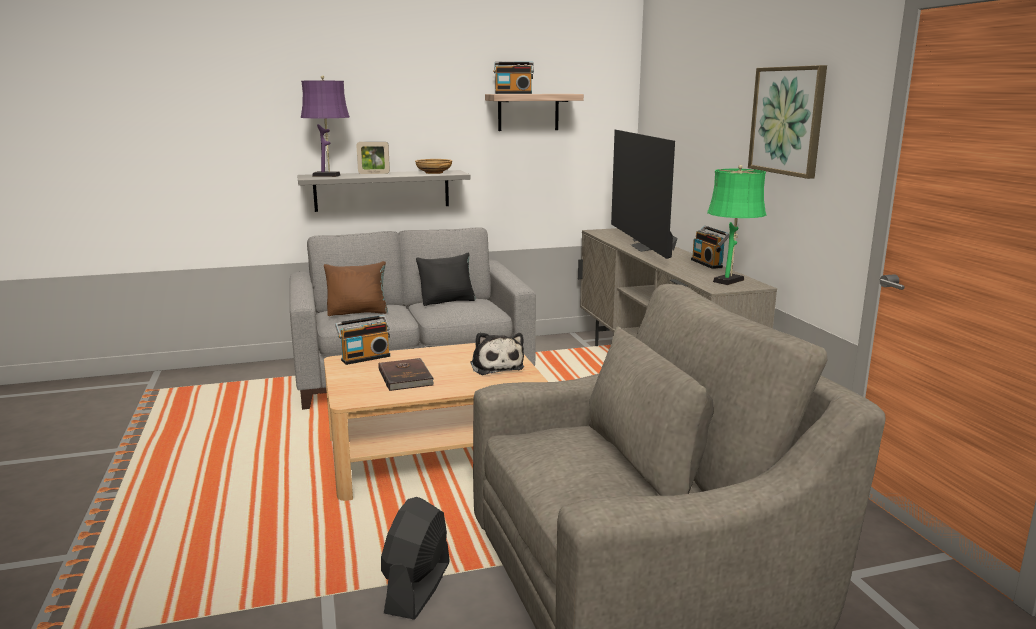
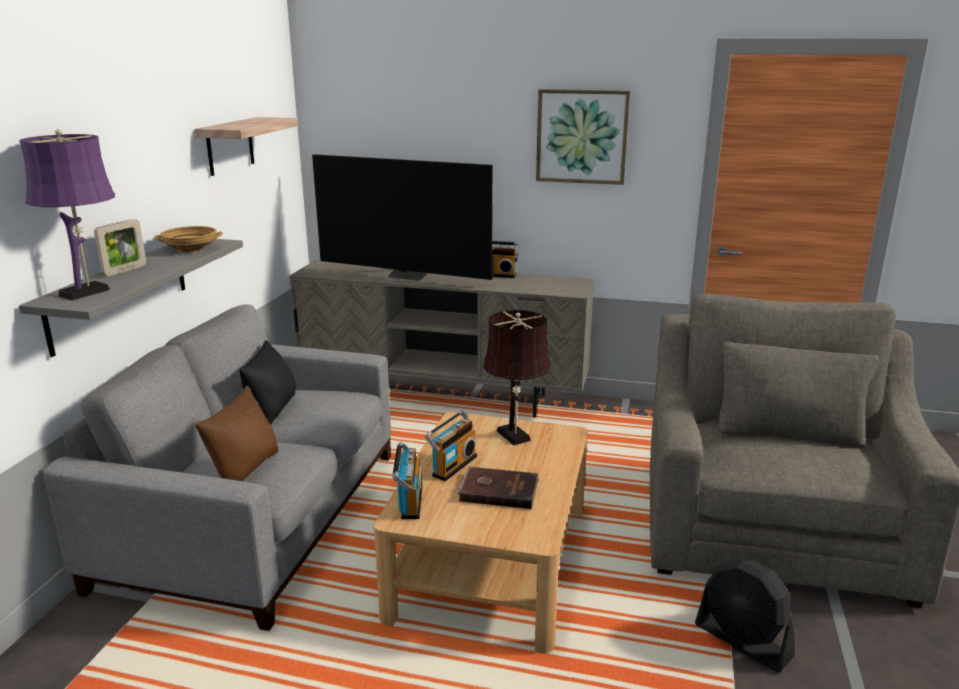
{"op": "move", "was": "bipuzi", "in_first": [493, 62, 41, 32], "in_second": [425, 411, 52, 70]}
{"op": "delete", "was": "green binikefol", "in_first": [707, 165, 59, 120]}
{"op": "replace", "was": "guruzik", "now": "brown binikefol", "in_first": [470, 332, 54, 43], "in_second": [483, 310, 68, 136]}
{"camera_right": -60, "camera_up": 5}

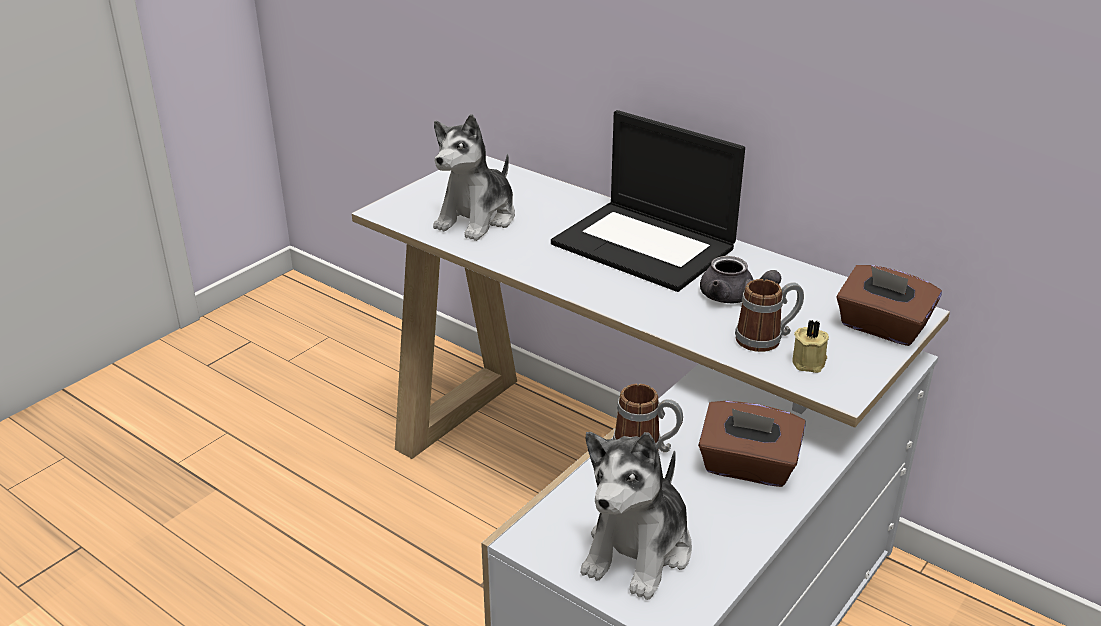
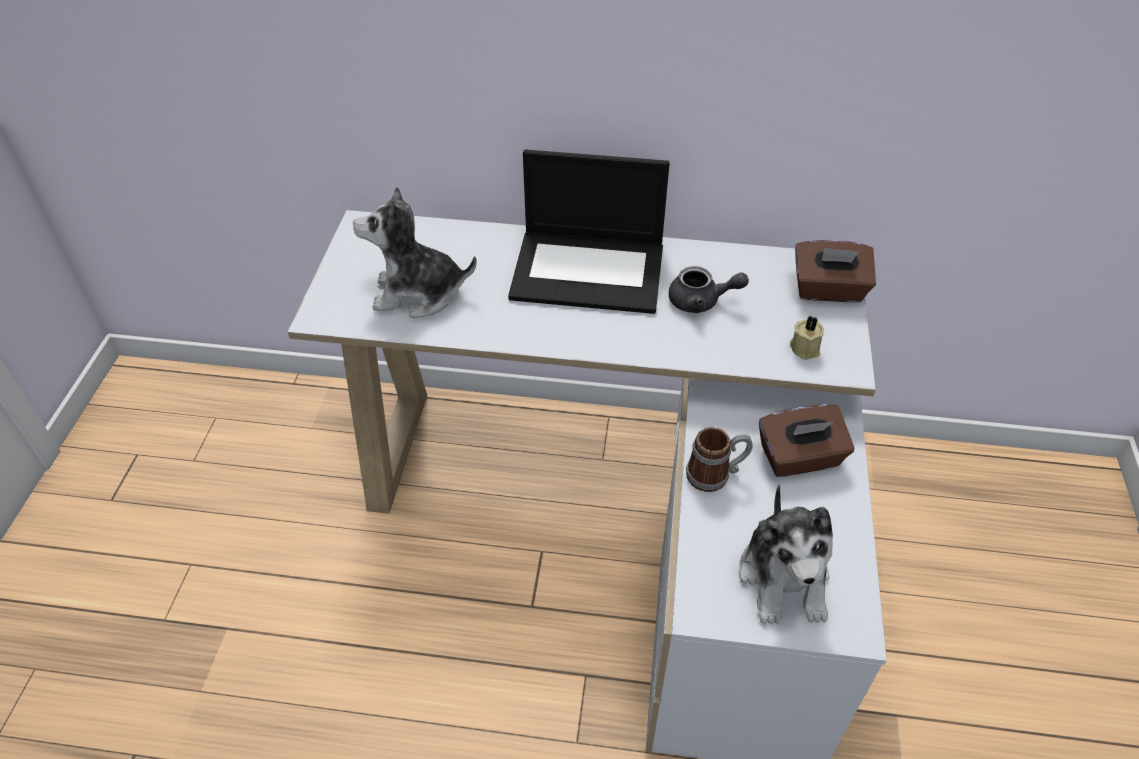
{"op": "rotate", "was": "guruzik", "in_first": [433, 114, 82, 127], "in_second": [353, 187, 124, 131], "clockwise": 90}
{"op": "delete", "was": "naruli", "in_first": [735, 279, 69, 73]}
{"camera_right": -30, "camera_up": 15}

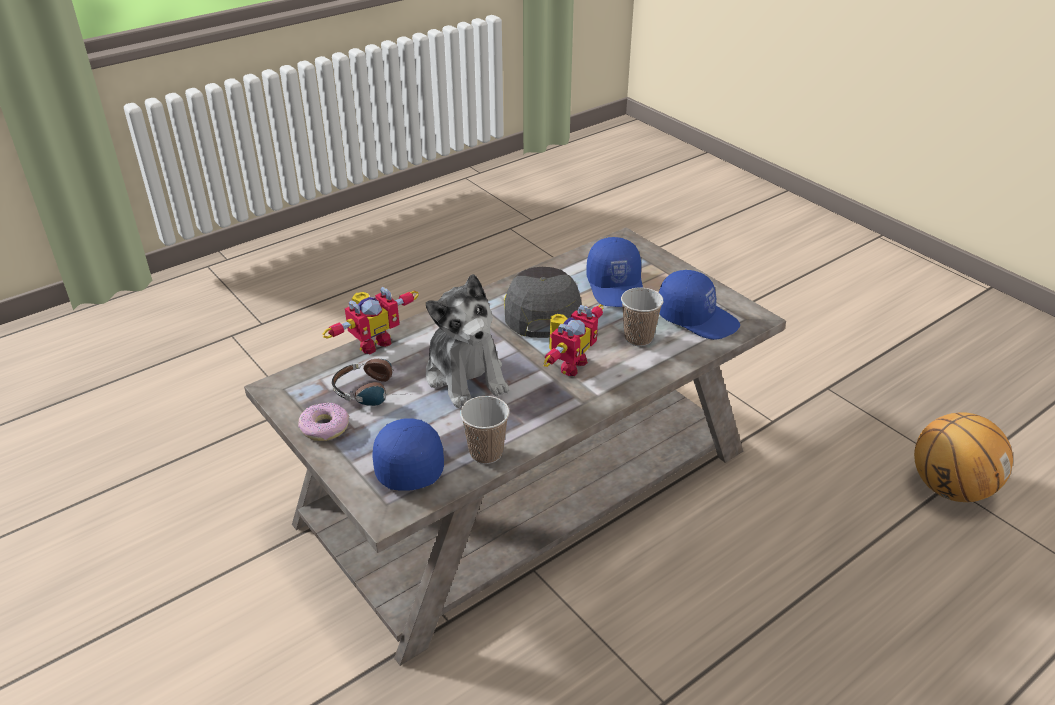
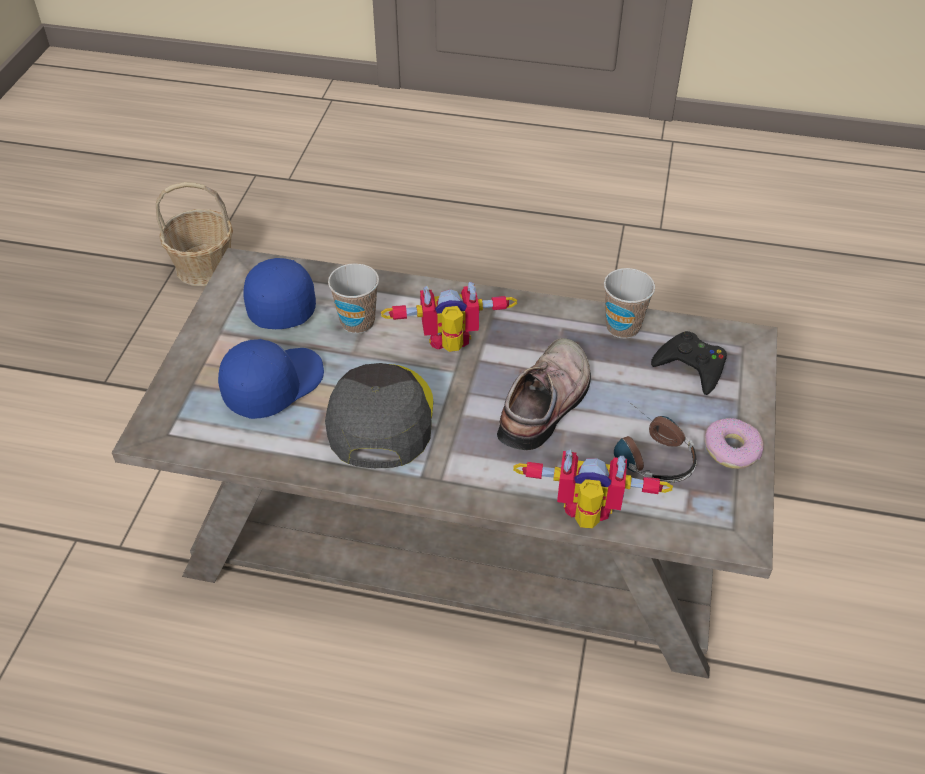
{"op": "rotate", "was": "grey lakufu", "in_first": [504, 267, 78, 71], "in_second": [325, 363, 108, 105], "clockwise": 135}
{"op": "replace", "was": "guruzik", "now": "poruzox", "in_first": [426, 274, 83, 134], "in_second": [497, 338, 94, 112]}
{"op": "replace", "was": "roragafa", "now": "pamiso", "in_first": [914, 412, 99, 90], "in_second": [156, 182, 77, 104]}
{"op": "replace", "was": "blue lakufu", "now": "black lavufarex", "in_first": [372, 418, 72, 73], "in_second": [651, 331, 76, 64]}
{"camera_right": -130, "camera_up": 10}

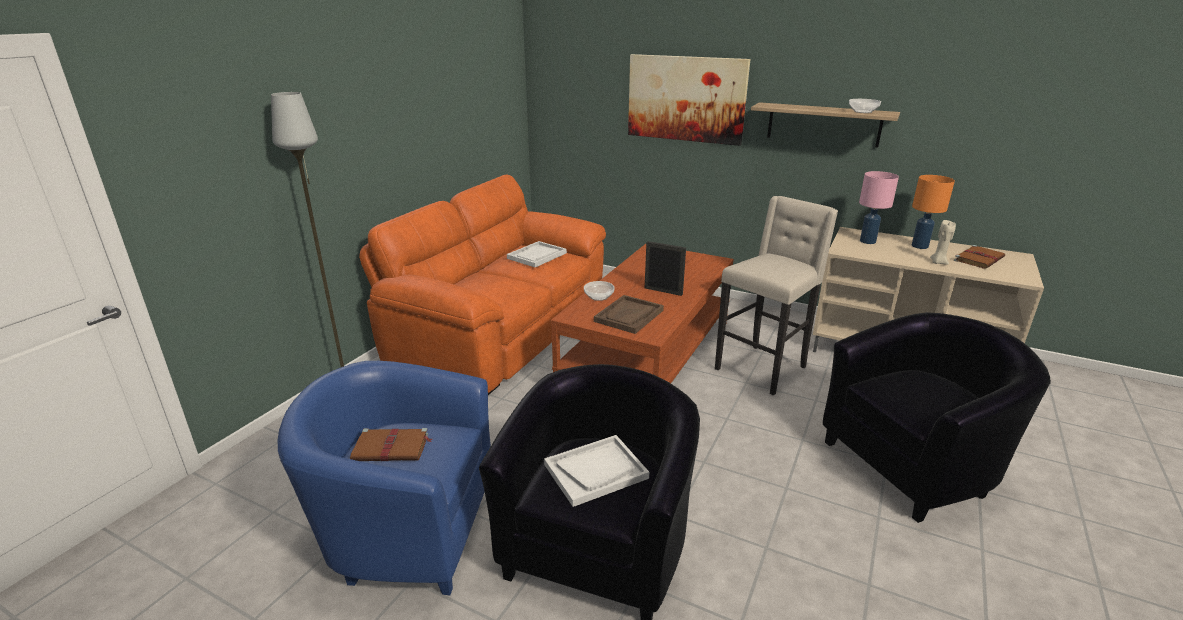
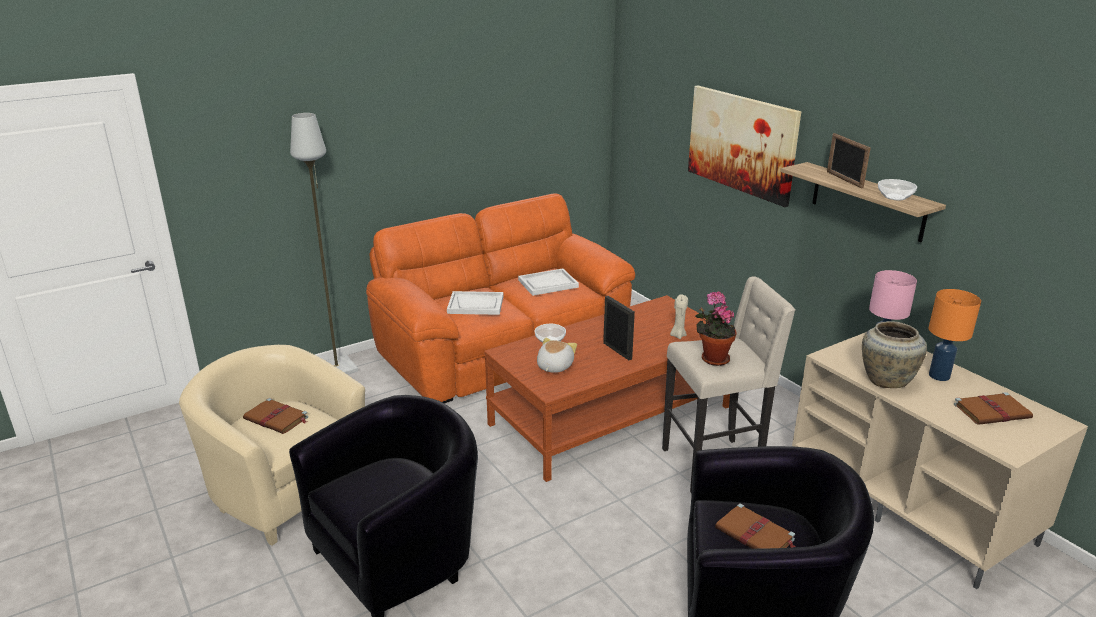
{"op": "move", "was": "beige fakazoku", "in_first": [930, 220, 26, 45], "in_second": [670, 294, 18, 45]}
{"op": "replace", "was": "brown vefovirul", "now": "guruzik", "in_first": [594, 295, 70, 39], "in_second": [537, 338, 40, 35]}
{"op": "recolor", "was": "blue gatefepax", "now": "beige gatefepax", "in_first": [278, 361, 213, 234], "in_second": [179, 345, 186, 201]}
{"op": "move", "was": "white vefovirul", "in_first": [544, 435, 105, 72], "in_second": [447, 291, 56, 24]}
{"op": "insert", "now": "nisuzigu", "in_second": [827, 133, 44, 55]}
{"op": "insert", "now": "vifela", "in_second": [695, 292, 42, 74]}
{"op": "insert", "now": "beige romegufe", "in_second": [862, 321, 65, 67]}
{"op": "insert", "now": "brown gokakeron", "in_second": [715, 503, 81, 46]}
{"camera_right": 30, "camera_up": 0}

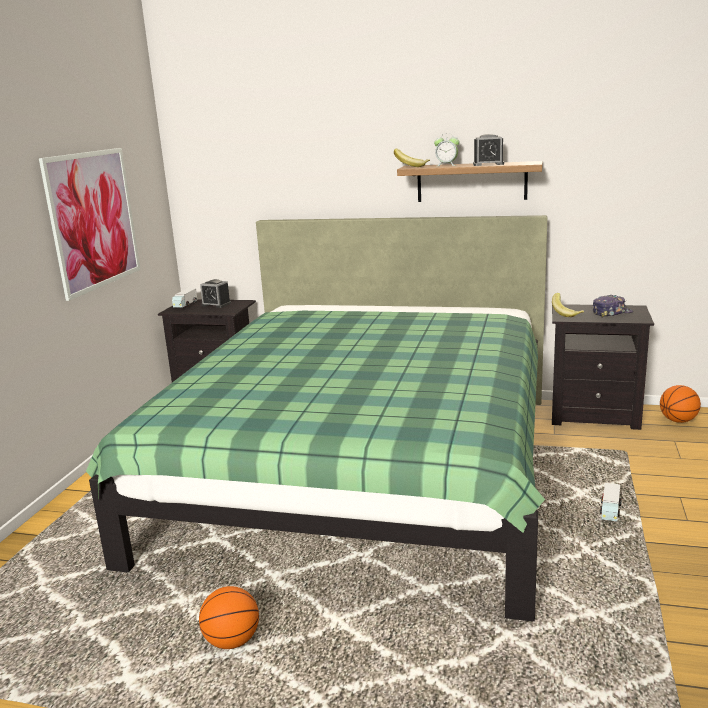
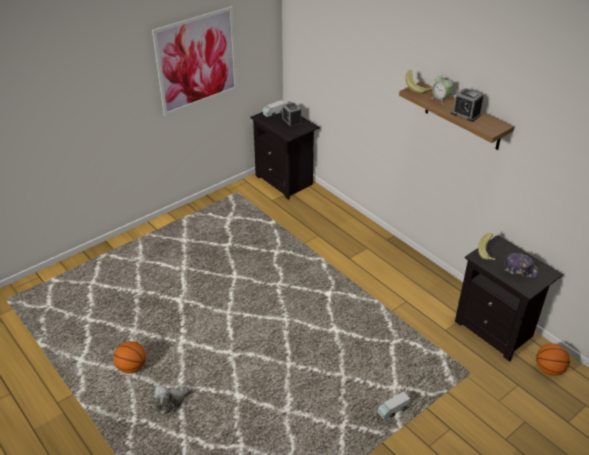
{"op": "delete", "was": "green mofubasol", "in_first": [86, 215, 461, 407]}
{"op": "insert", "now": "guruzik", "in_second": [153, 385, 40, 29]}
{"camera_right": 35, "camera_up": 20}

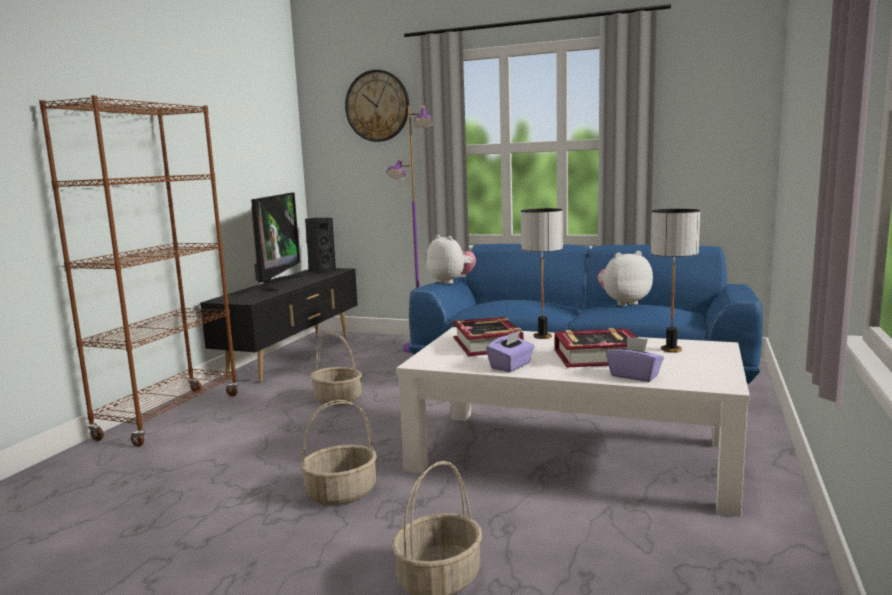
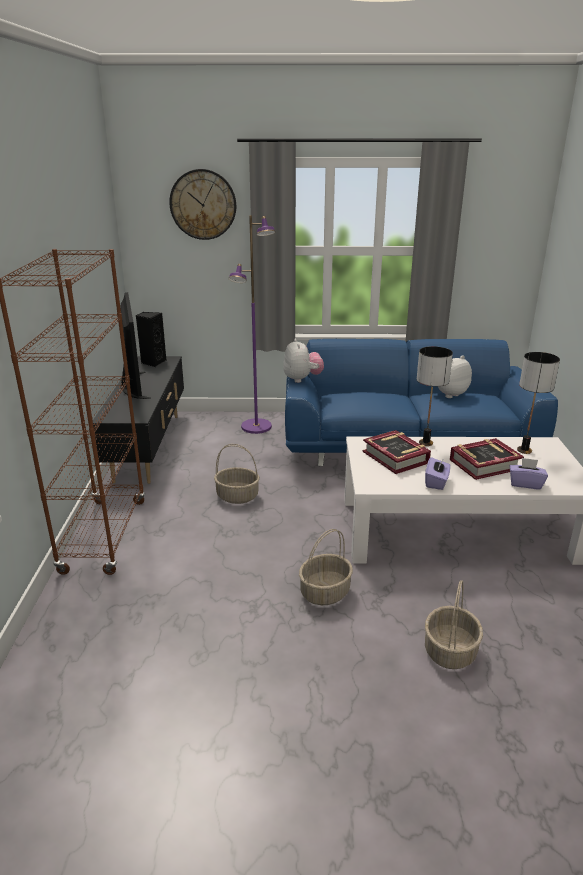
{"op": "rotate", "was": "guruzik", "in_first": [426, 235, 50, 49], "in_second": [283, 338, 41, 45], "clockwise": 45}
{"camera_right": -20, "camera_up": 15}

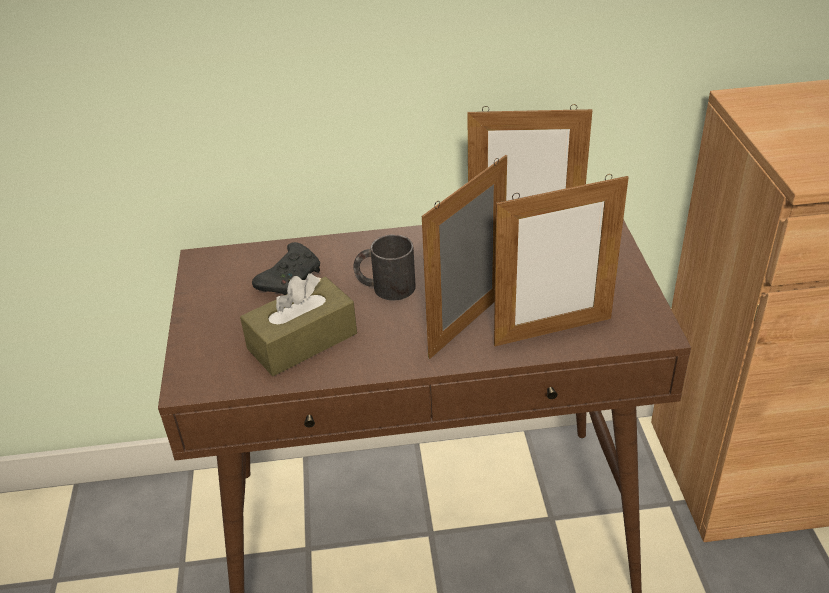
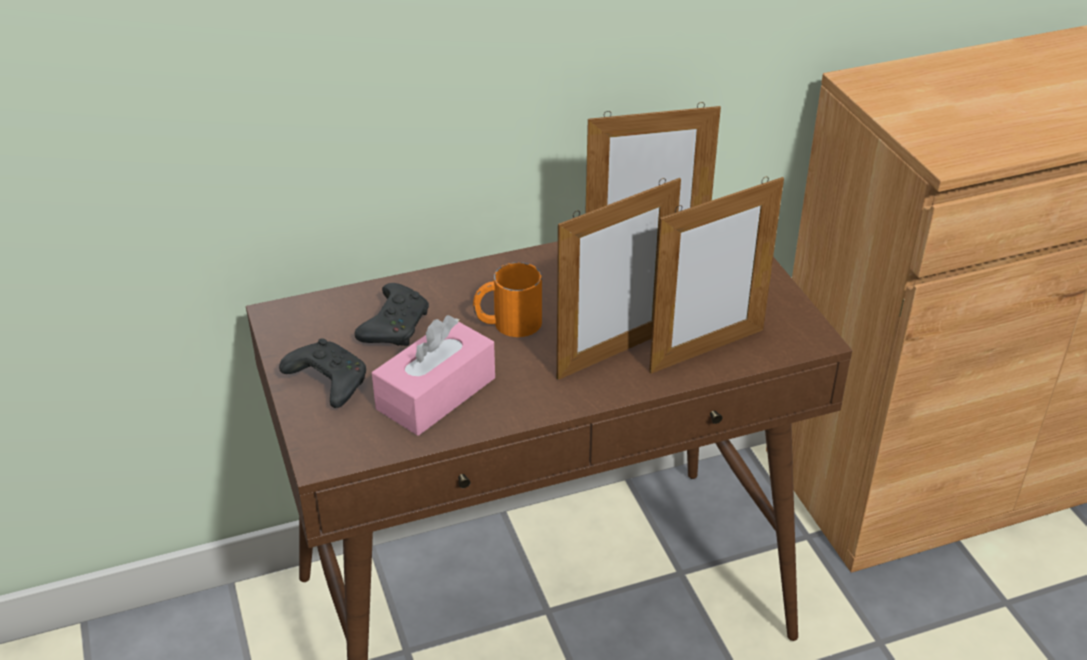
{"op": "rotate", "was": "nisuzigu", "in_first": [422, 155, 85, 204], "in_second": [557, 178, 124, 202], "clockwise": -150}
{"op": "recolor", "was": "black naruli", "now": "orange naruli", "in_first": [354, 234, 62, 67], "in_second": [473, 262, 69, 75]}
{"op": "recolor", "was": "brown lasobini", "now": "pink lasobini", "in_first": [240, 274, 117, 102], "in_second": [372, 315, 123, 121]}
{"op": "insert", "now": "black lavufarex", "in_second": [279, 338, 87, 70]}
{"camera_right": -15, "camera_up": 0}

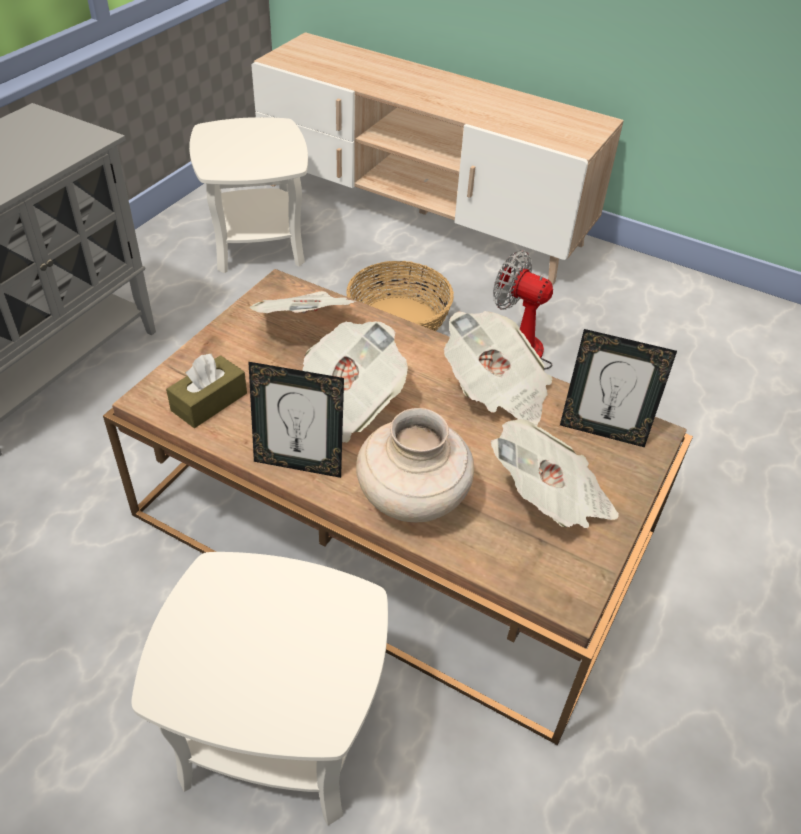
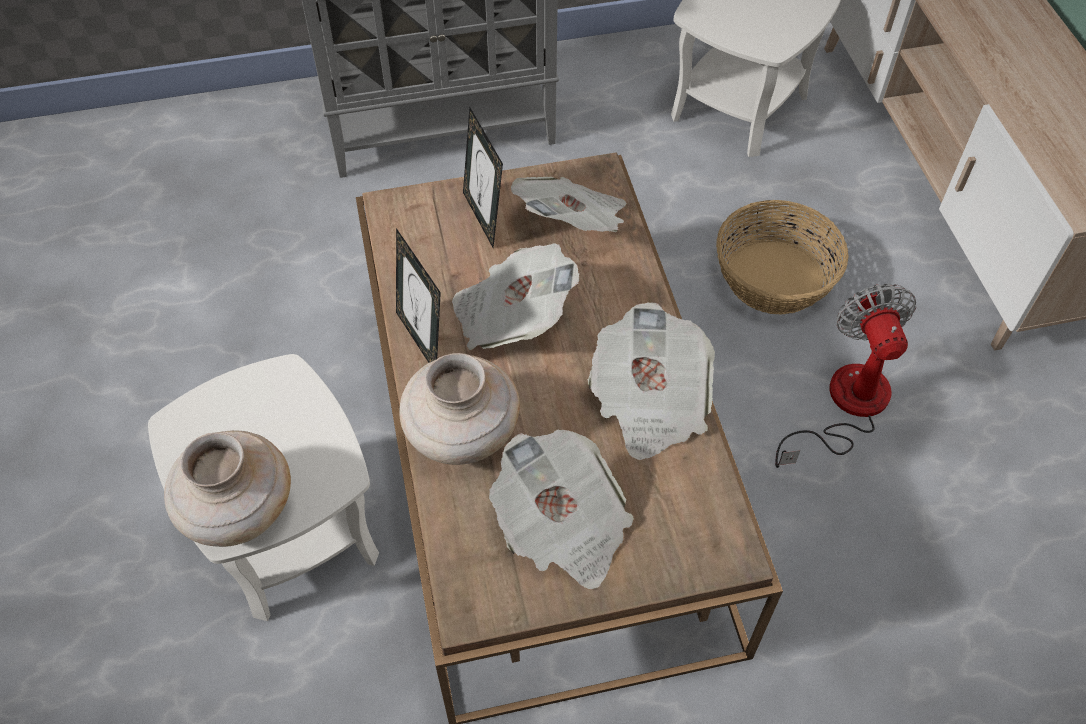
{"op": "move", "was": "nisuzigu", "in_first": [560, 329, 117, 118], "in_second": [463, 107, 40, 140]}
{"op": "delete", "was": "brown lasobini", "in_first": [166, 354, 81, 74]}
{"op": "insert", "now": "beige romegufe", "in_second": [164, 430, 127, 117]}
{"camera_right": 50, "camera_up": 10}

